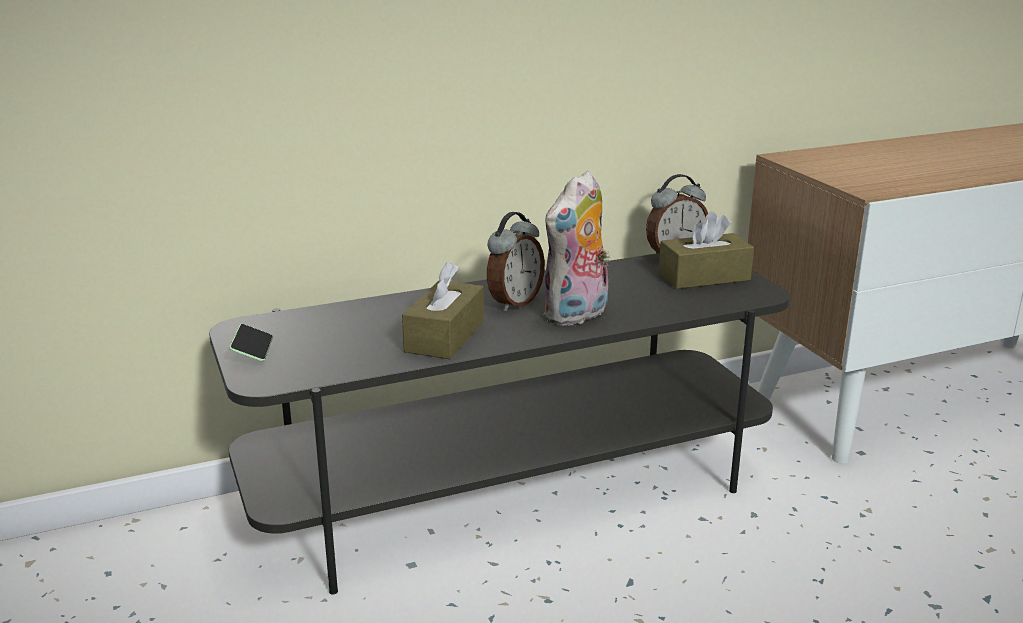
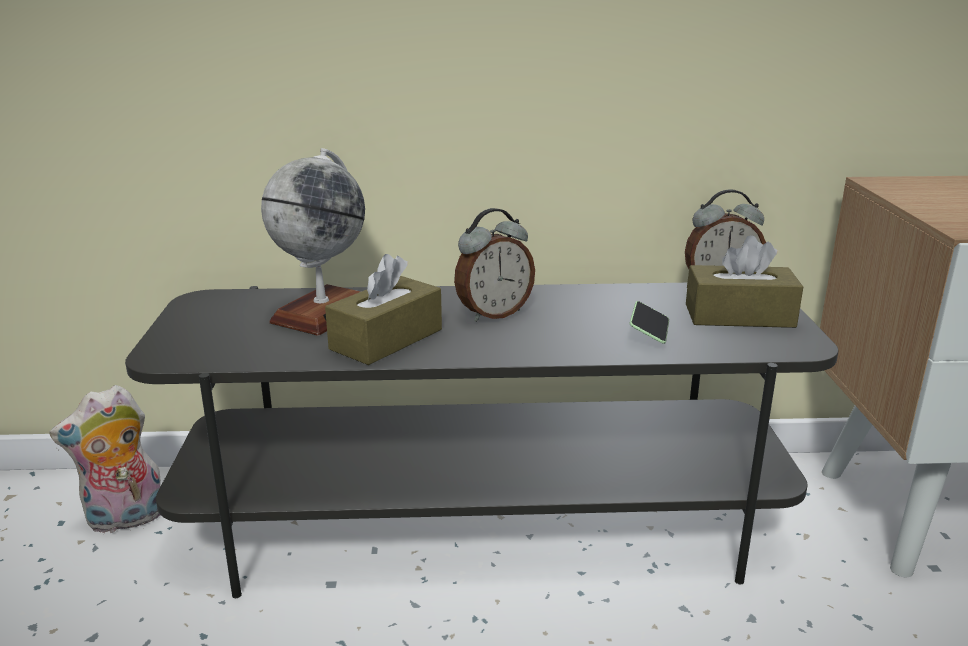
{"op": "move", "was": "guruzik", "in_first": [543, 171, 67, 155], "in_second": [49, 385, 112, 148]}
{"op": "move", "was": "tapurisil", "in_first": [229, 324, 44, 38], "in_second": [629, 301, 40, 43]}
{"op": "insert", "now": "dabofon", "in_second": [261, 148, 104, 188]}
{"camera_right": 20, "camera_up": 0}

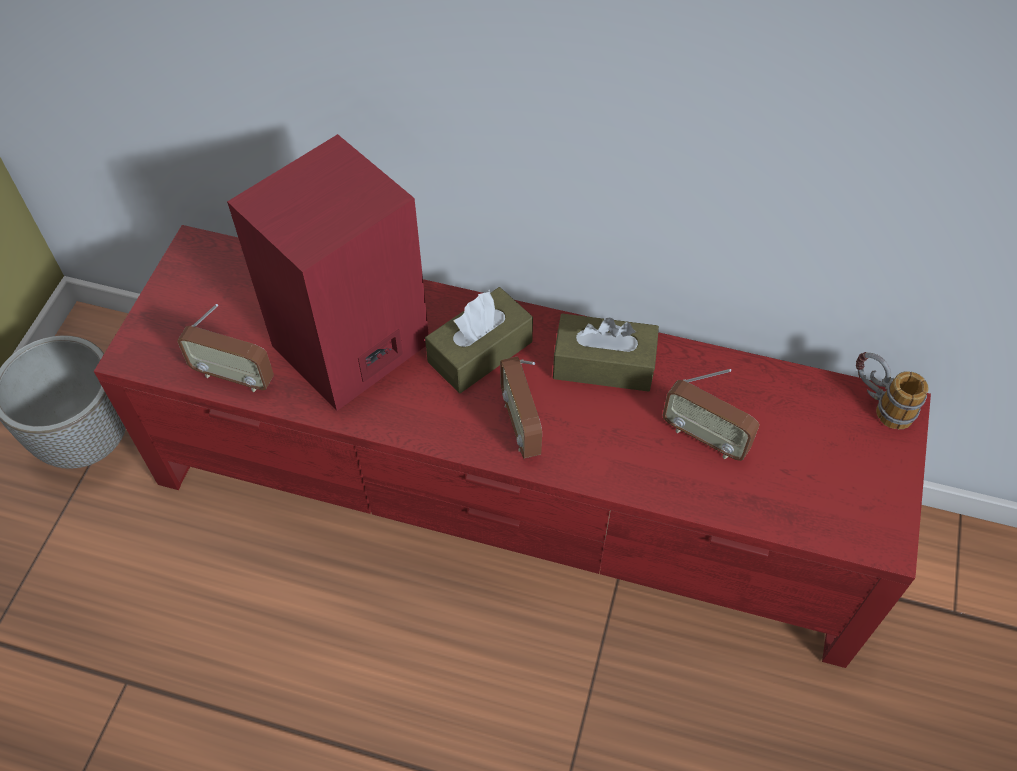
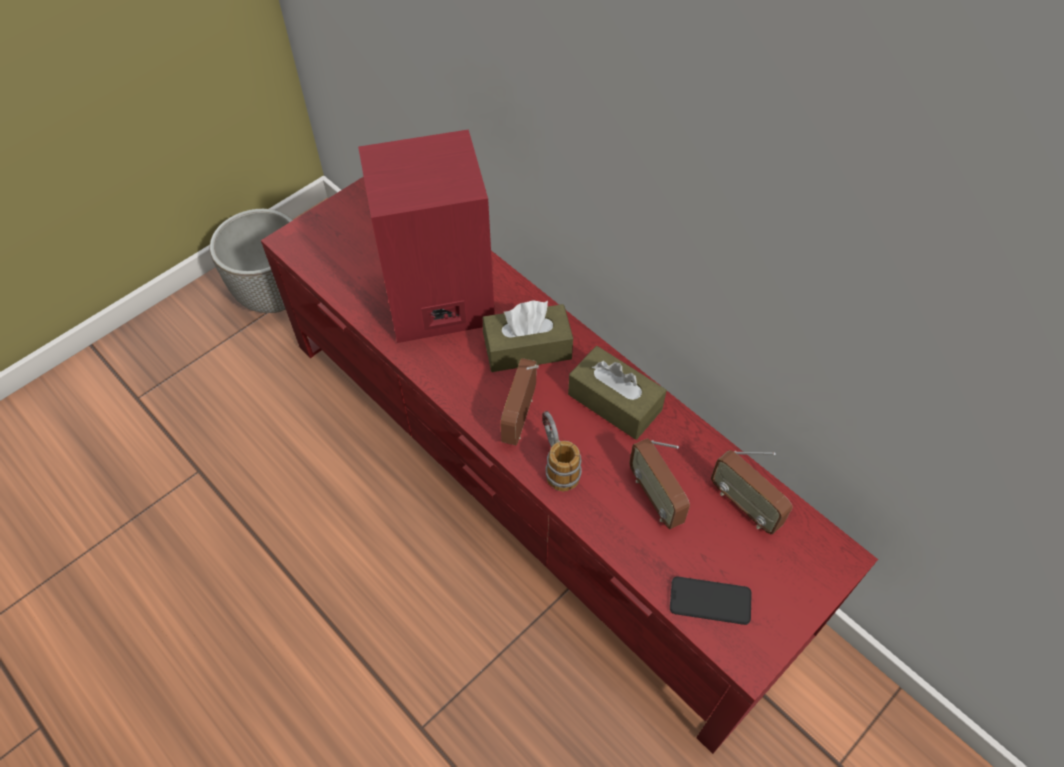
{"op": "move", "was": "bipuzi", "in_first": [177, 304, 97, 88], "in_second": [711, 450, 82, 84]}
{"op": "move", "was": "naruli", "in_first": [856, 352, 73, 77], "in_second": [542, 411, 40, 81]}
{"op": "insert", "now": "tapurisil", "in_second": [670, 576, 82, 49]}
{"camera_right": 30, "camera_up": 0}

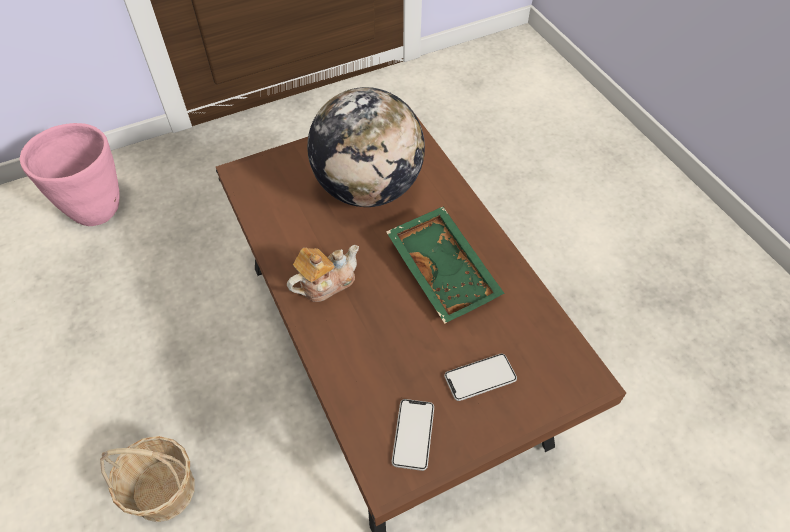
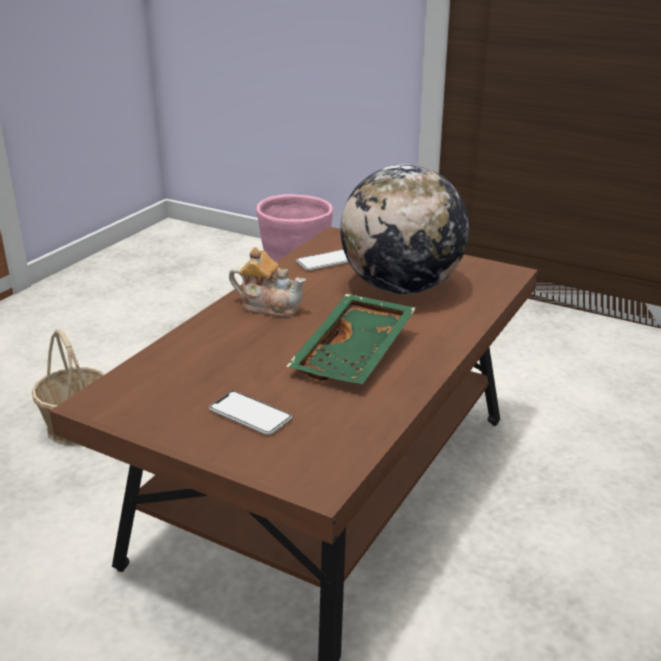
{"op": "move", "was": "tapurisil", "in_first": [392, 399, 42, 72], "in_second": [296, 249, 53, 22]}
{"camera_right": 55, "camera_up": -25}

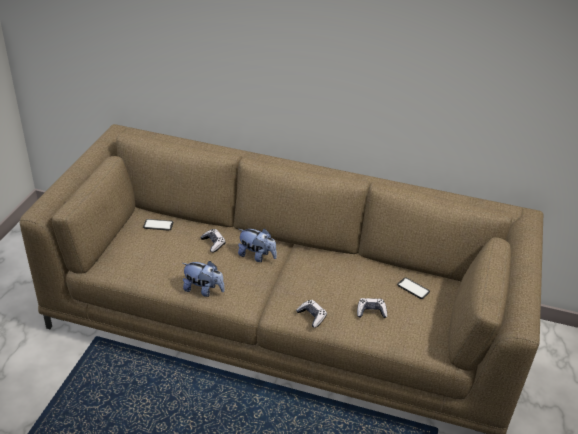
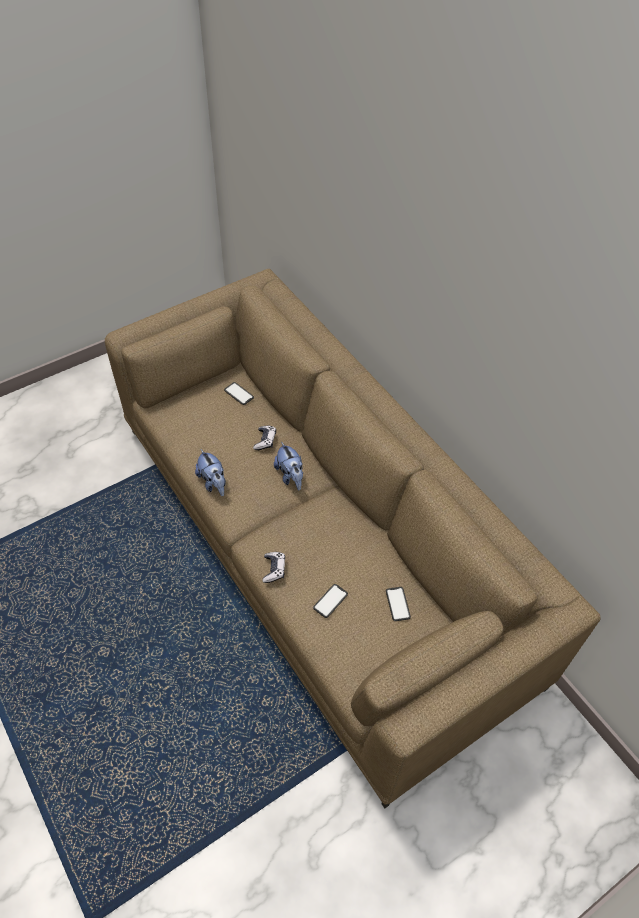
{"op": "replace", "was": "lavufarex", "now": "tapurisil", "in_first": [357, 298, 30, 20], "in_second": [313, 584, 35, 34]}
{"camera_right": 40, "camera_up": 15}

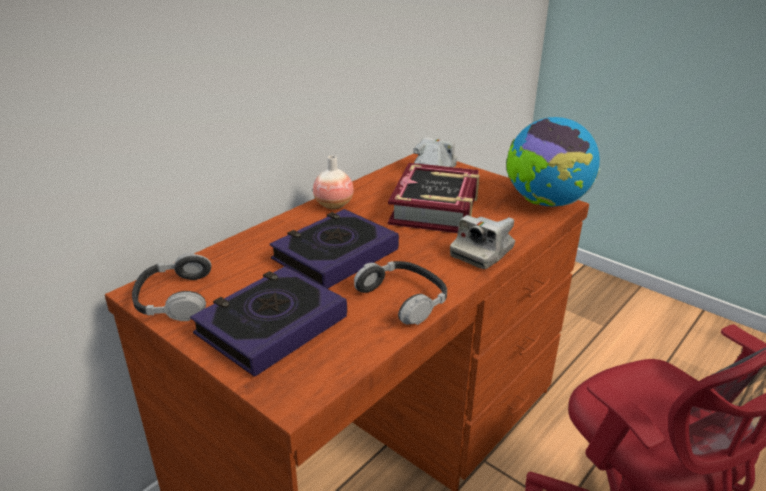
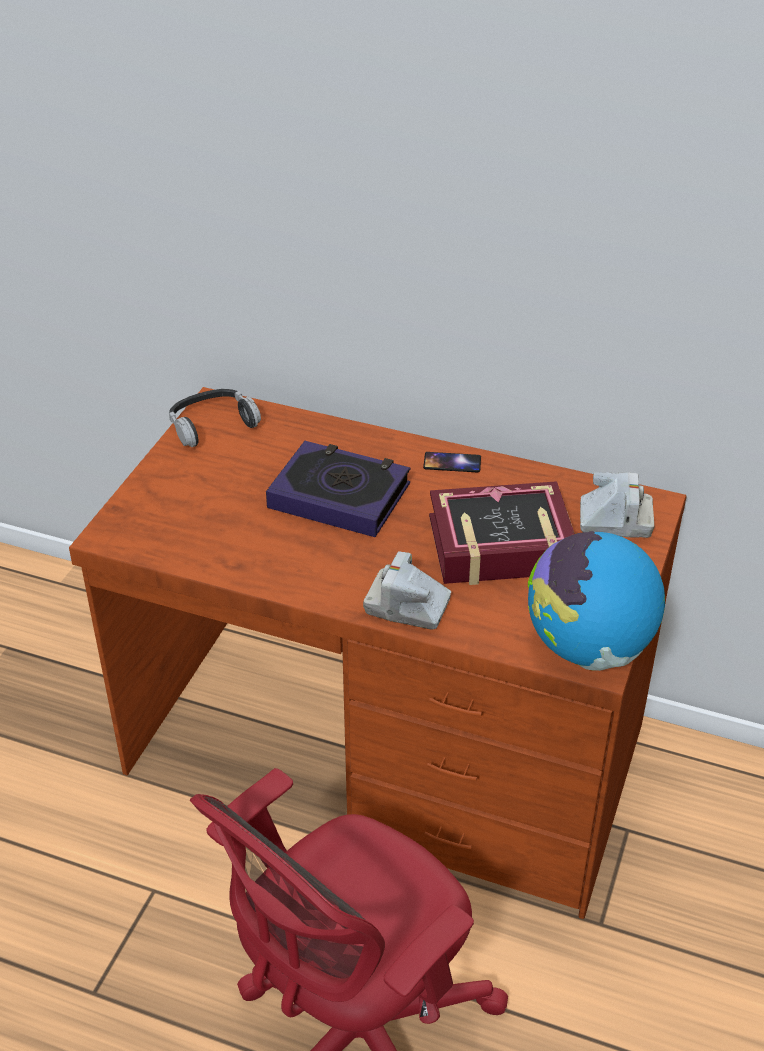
{"op": "replace", "was": "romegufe", "now": "tapurisil", "in_first": [313, 155, 41, 54], "in_second": [423, 452, 58, 21]}
{"op": "delete", "was": "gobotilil", "in_first": [354, 261, 93, 64]}
{"op": "delete", "was": "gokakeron", "in_first": [190, 266, 157, 111]}
{"camera_right": 70, "camera_up": 10}

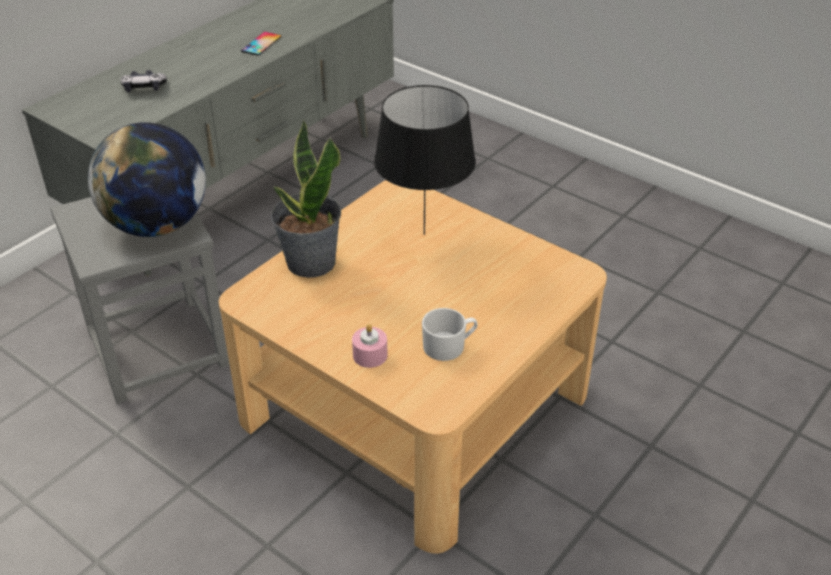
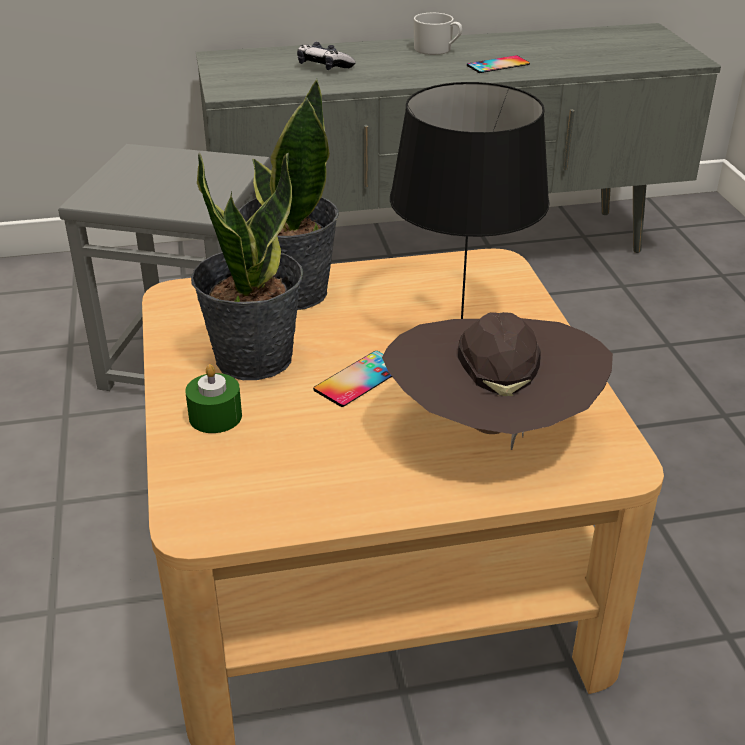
{"op": "delete", "was": "dabofon", "in_first": [88, 122, 118, 115]}
{"op": "move", "was": "white naruli", "in_first": [422, 308, 55, 53], "in_second": [414, 13, 48, 42]}
{"op": "recolor", "was": "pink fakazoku", "now": "green fakazoku", "in_first": [352, 324, 36, 44], "in_second": [185, 364, 57, 69]}
{"op": "insert", "now": "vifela", "in_second": [191, 152, 112, 228]}
{"op": "insert", "now": "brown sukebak", "in_second": [382, 312, 231, 138]}
{"op": "insert", "now": "tapurisil", "in_second": [313, 351, 79, 56]}
{"camera_right": 40, "camera_up": -5}

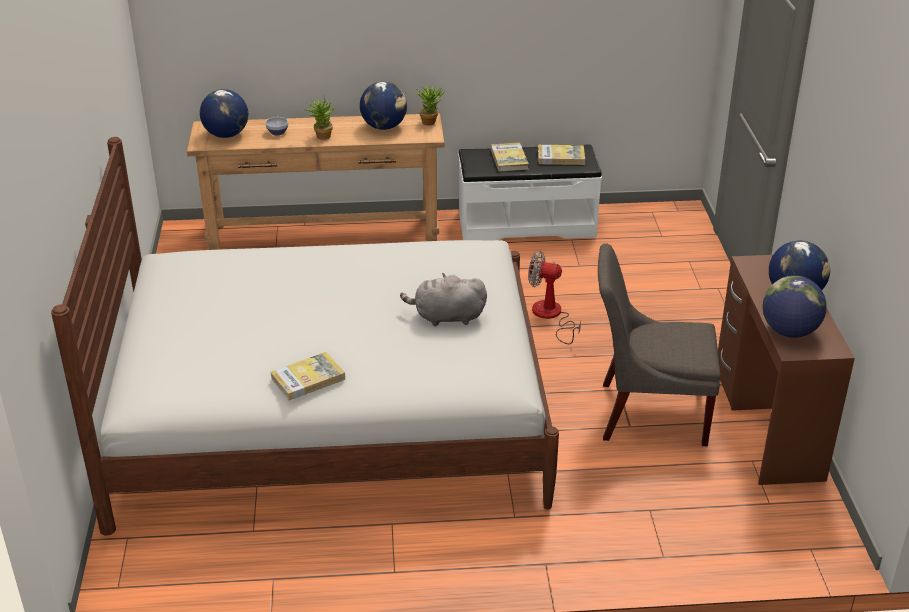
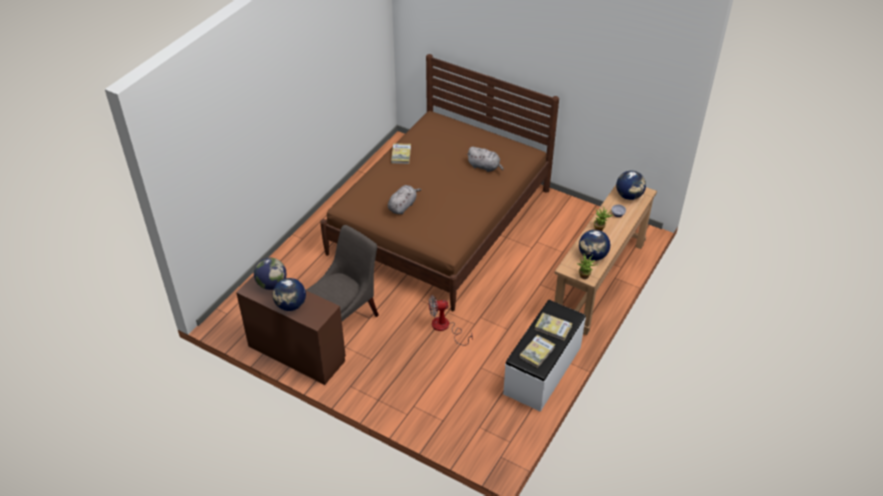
{"op": "recolor", "was": "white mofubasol", "now": "brown mofubasol", "in_first": [51, 137, 508, 398], "in_second": [320, 54, 239, 257]}
{"op": "rotate", "was": "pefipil", "in_first": [528, 251, 53, 93], "in_second": [429, 295, 44, 51], "clockwise": -150}
{"op": "insert", "now": "grey guruzik", "in_second": [467, 147, 37, 25]}
{"camera_right": 125, "camera_up": 10}

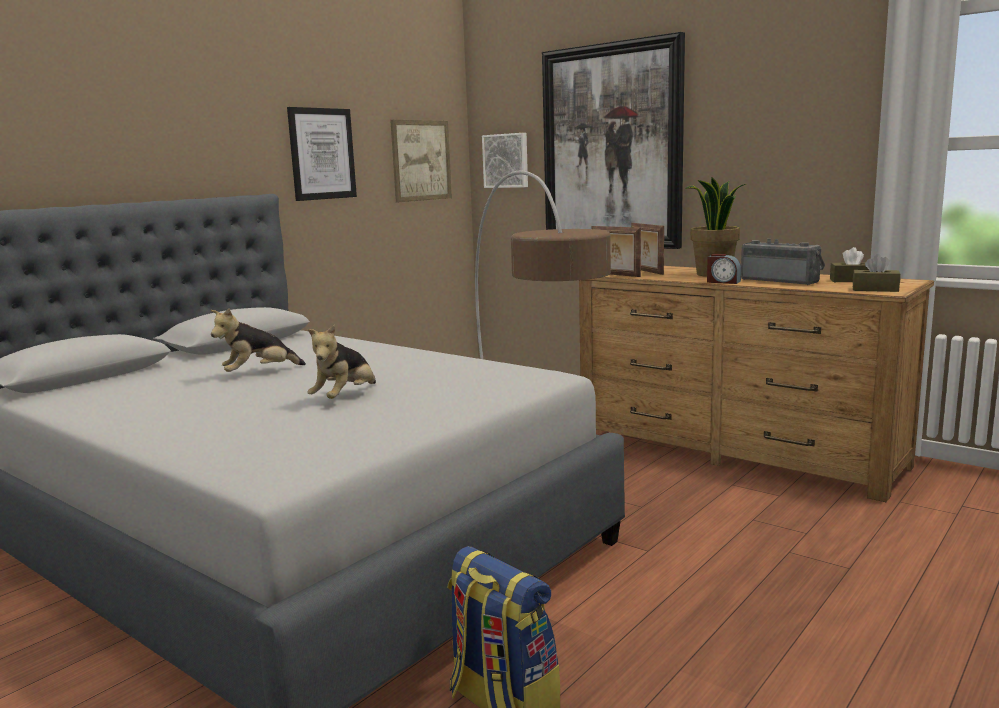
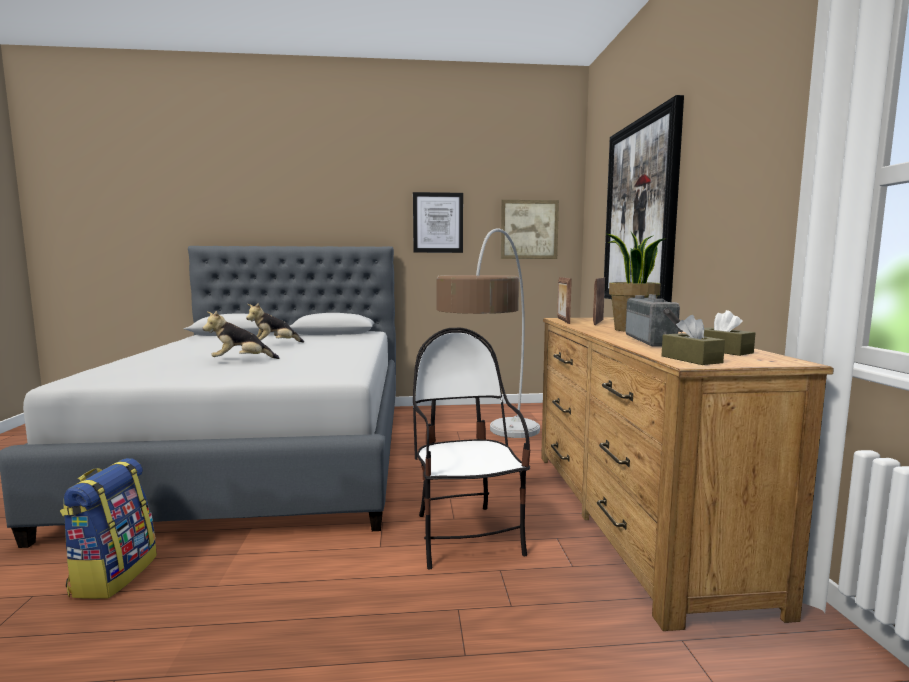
{"op": "delete", "was": "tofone", "in_first": [482, 133, 46, 55]}
{"op": "delete", "was": "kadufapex", "in_first": [707, 254, 34, 30]}
{"op": "rotate", "was": "guruzik", "in_first": [211, 308, 95, 64], "in_second": [246, 303, 58, 40], "clockwise": -45}
{"op": "insert", "now": "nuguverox", "in_second": [413, 328, 117, 242]}
{"camera_right": 45, "camera_up": -5}

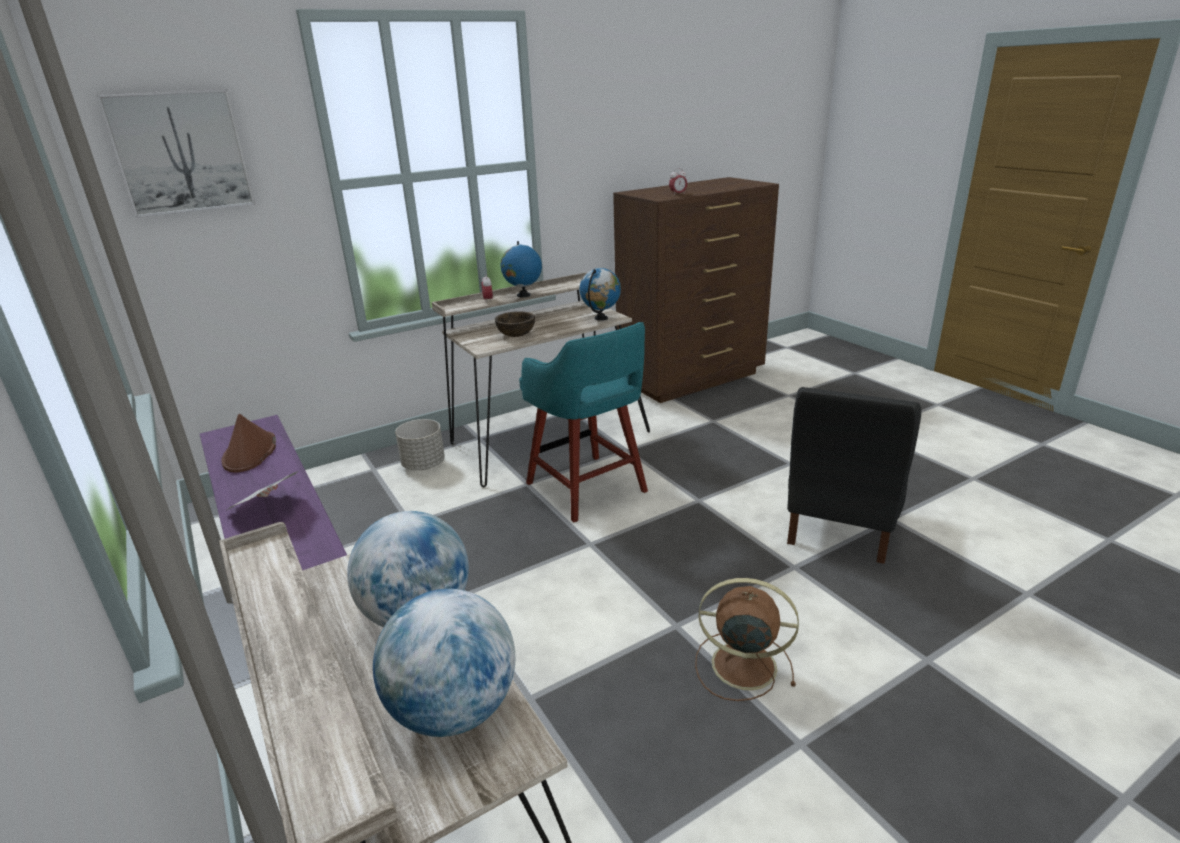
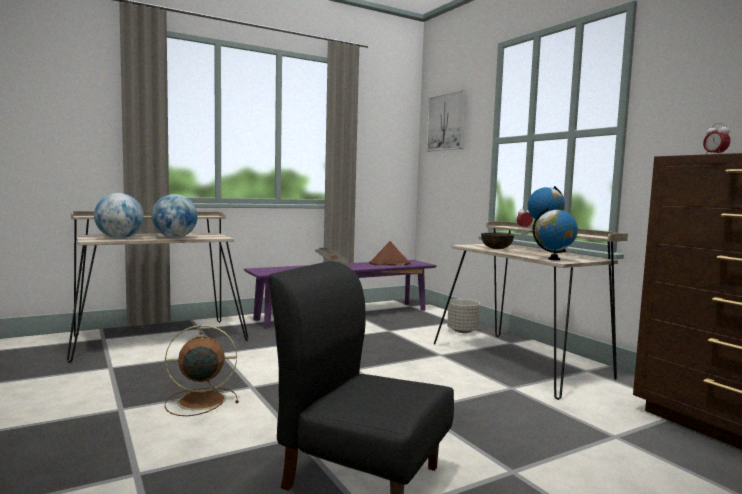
{"op": "delete", "was": "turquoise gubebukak", "in_first": [519, 322, 129, 200]}
{"op": "rotate", "was": "brown pefipil", "in_first": [695, 578, 104, 123], "in_second": [164, 325, 75, 91], "clockwise": -120}
{"camera_right": 90, "camera_up": -20}

